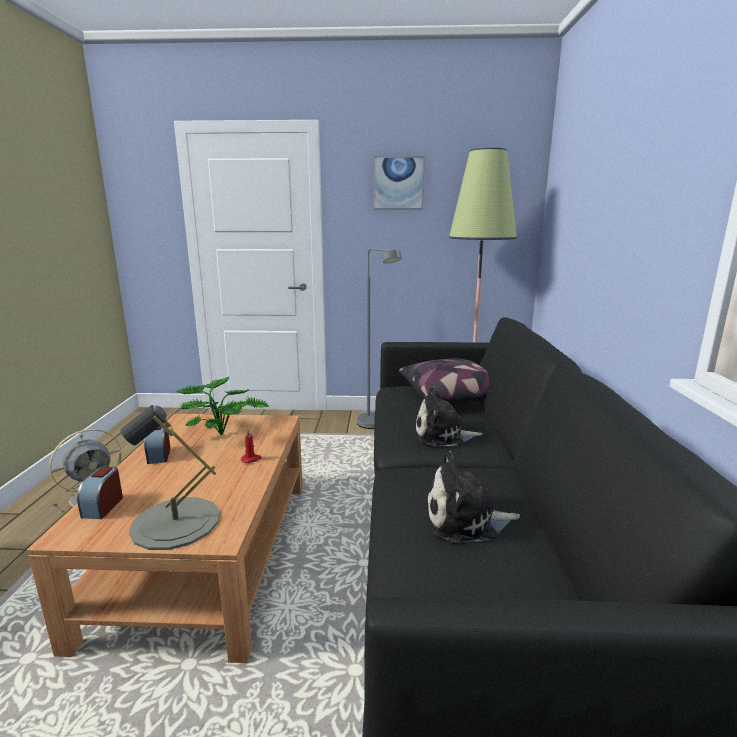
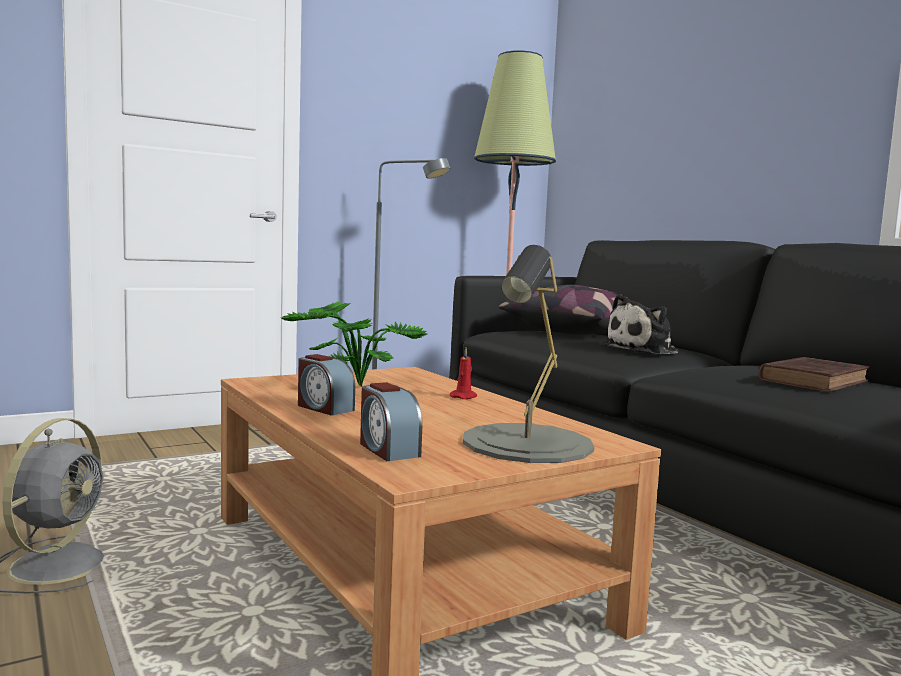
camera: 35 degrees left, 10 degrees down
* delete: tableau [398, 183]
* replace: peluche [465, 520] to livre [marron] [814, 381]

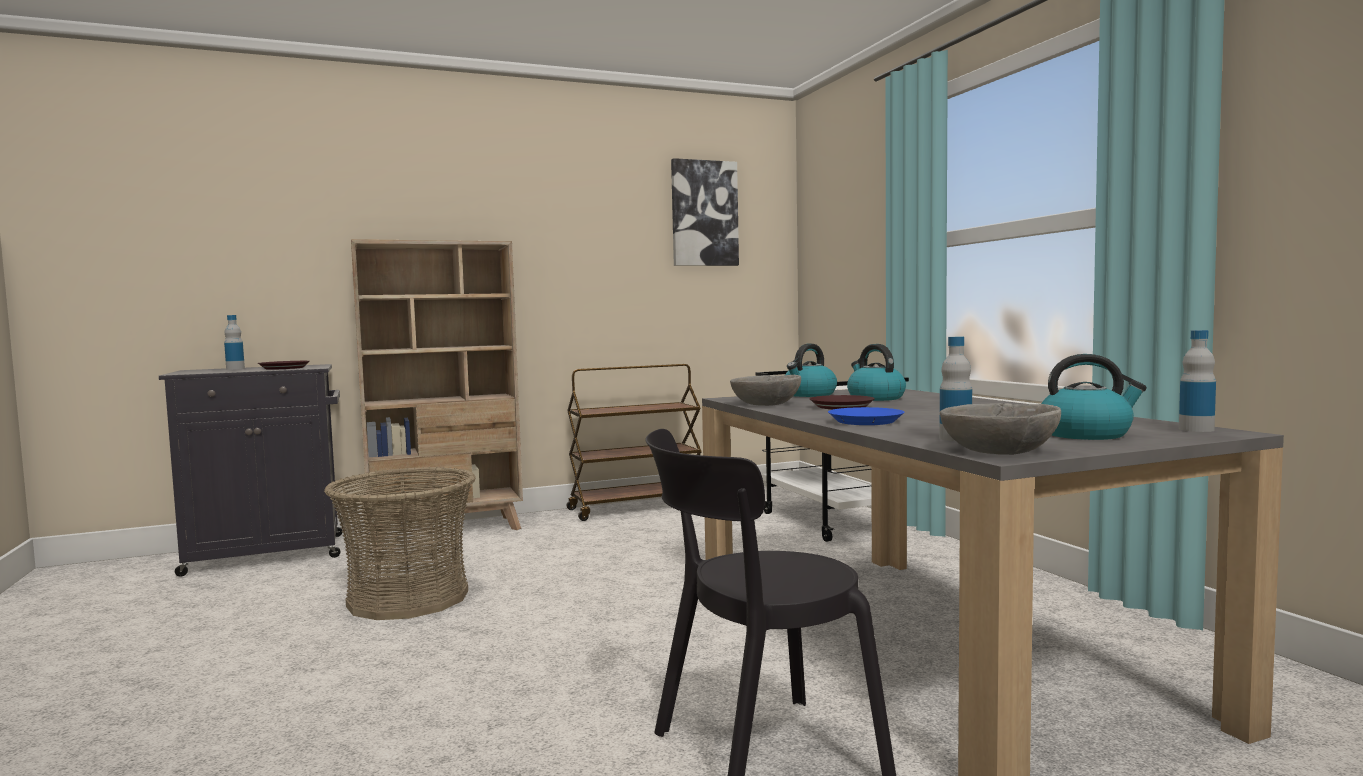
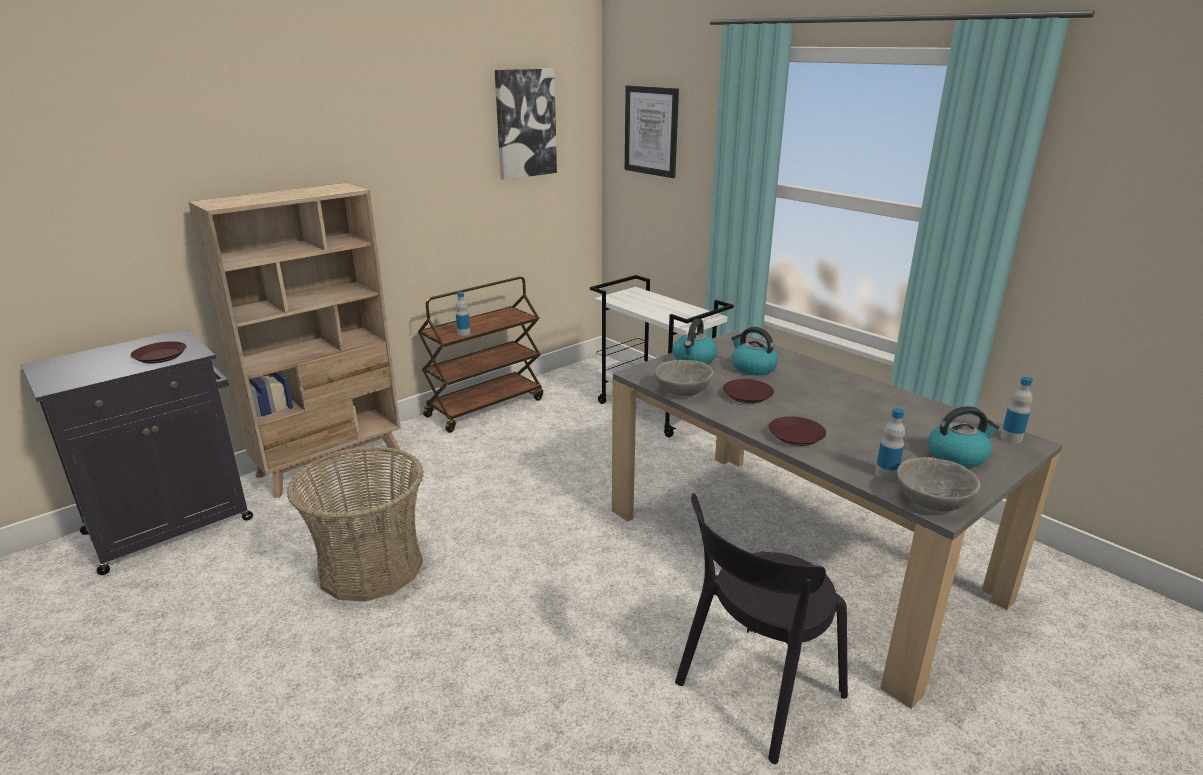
camera: 20 degrees left, 20 degrees up
* insert: tableau [651, 131]
* move: bouteille [235, 369] to [463, 333]
* recolor: assiette [bleu] [865, 421] to assiette [marron] [795, 436]

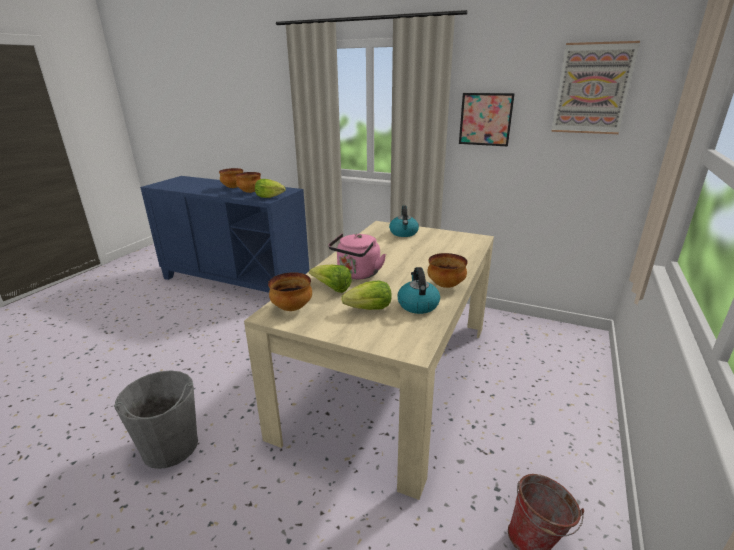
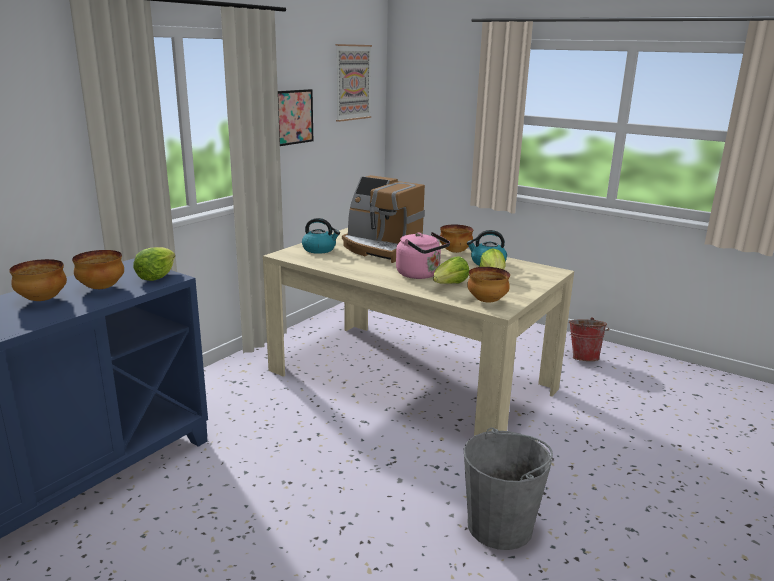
camera: 80 degrees left, 5 degrees down
* insert: machine à café [381, 248]

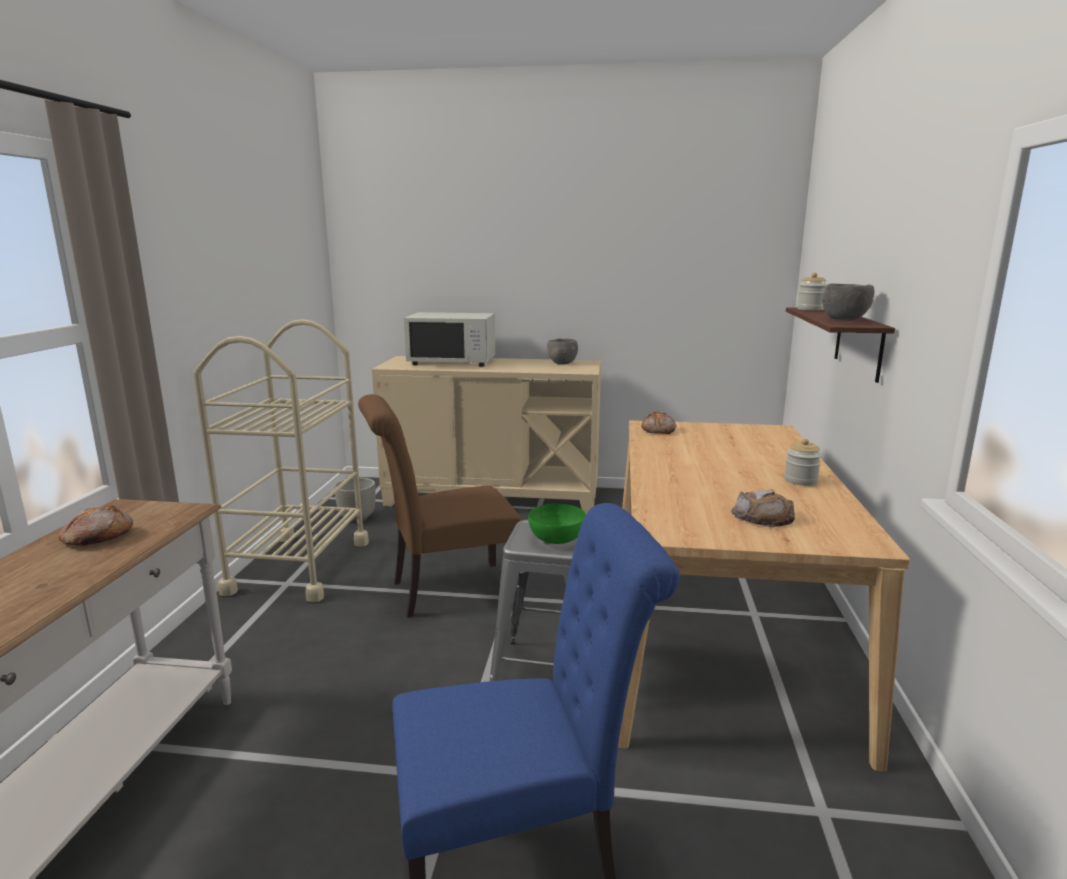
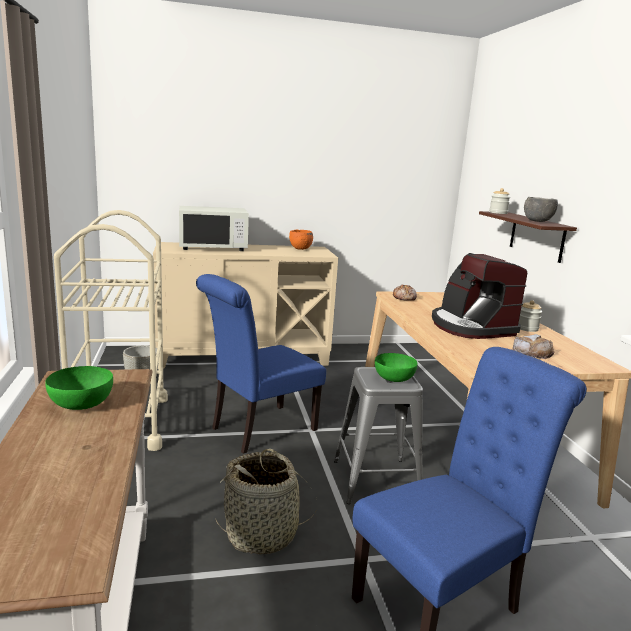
camera: 20 degrees left, 0 degrees up
* insert: panier [262, 534]
* insert: machine à café [471, 327]
* replace: pain [97, 537] to bol [vert] [80, 403]
* recolor: chaise [marron] [445, 591] to chaise [bleu] [258, 430]
* recolor: bol [gris] [561, 363] to bol [orange] [300, 249]

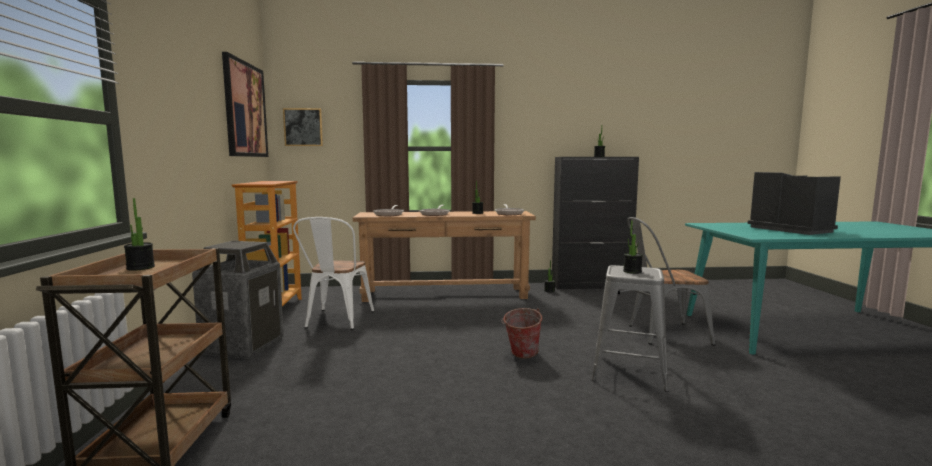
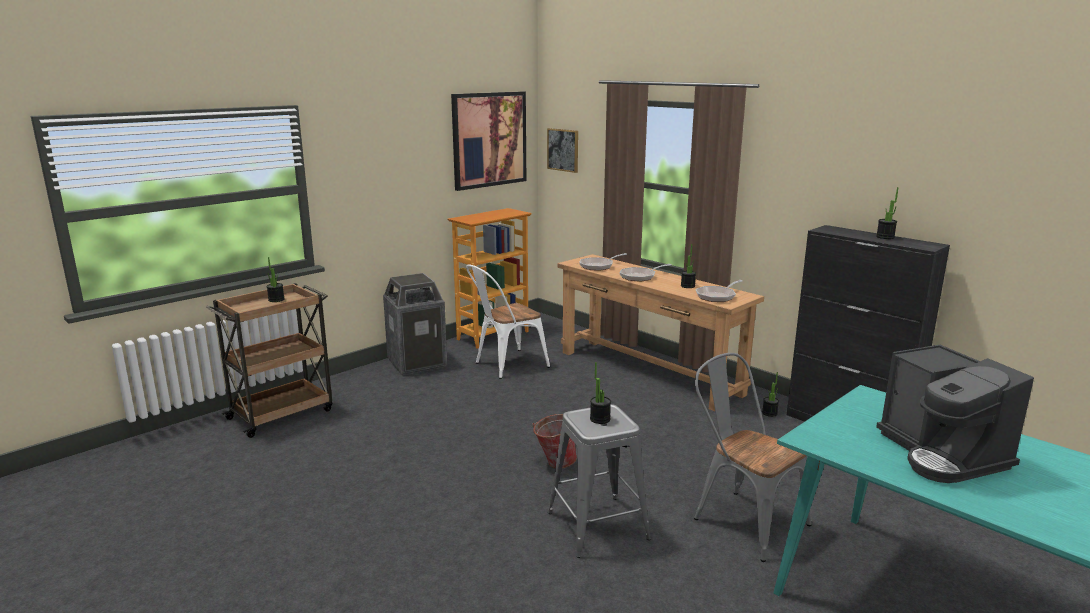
camera: 50 degrees right, 10 degrees up
* rotate: machine à café [789, 230] = [942, 454] 135 degrees clockwise

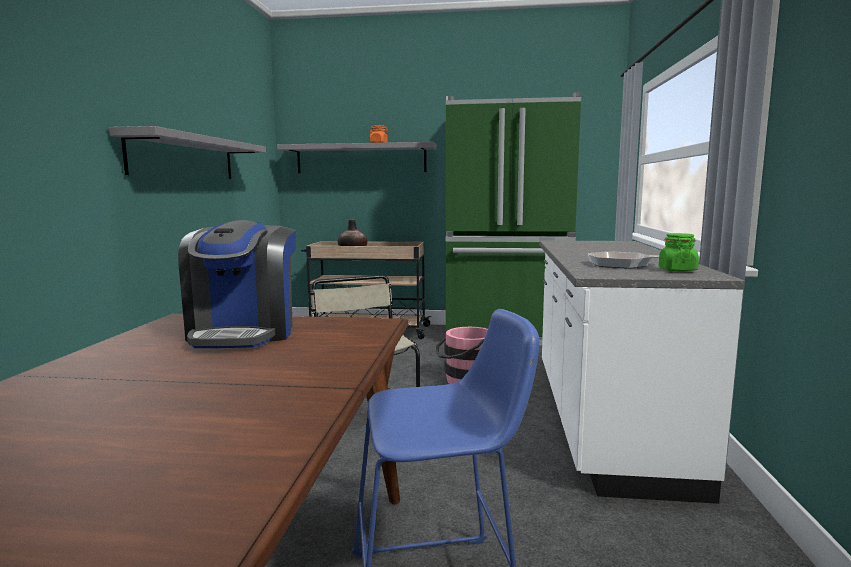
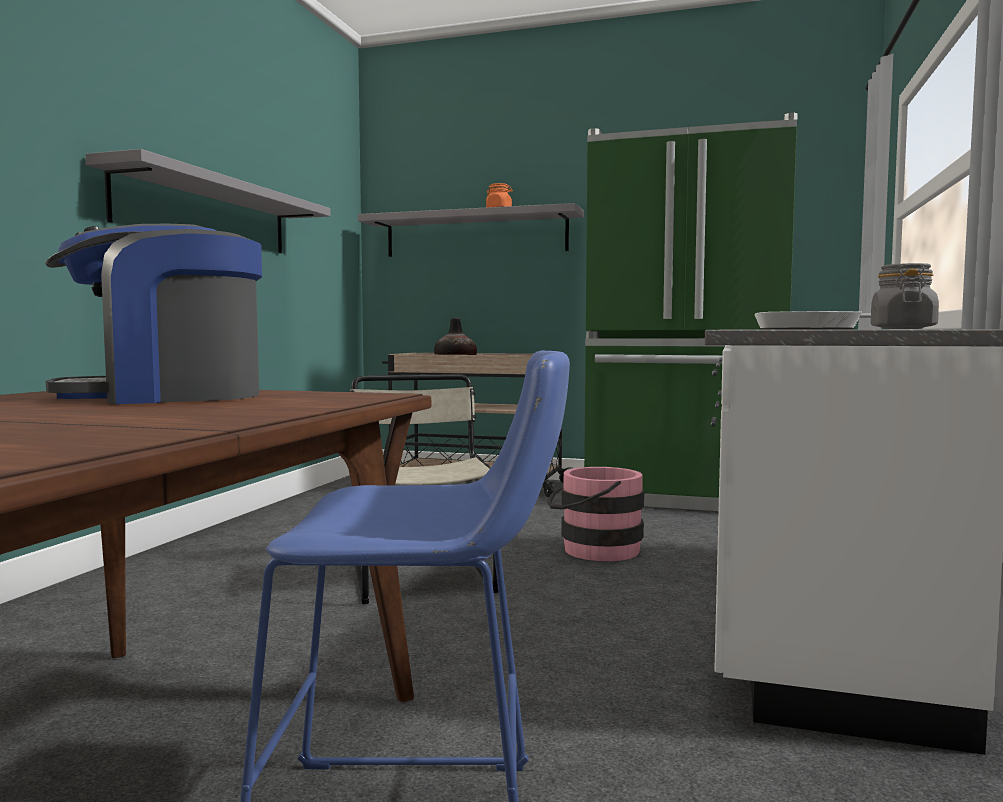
camera: 10 degrees right, 5 degrees down
* recolor: bocal [vert] [677, 270] to bocal [gris] [902, 328]
* rotate: machine à café [244, 333] = [166, 396] 60 degrees clockwise

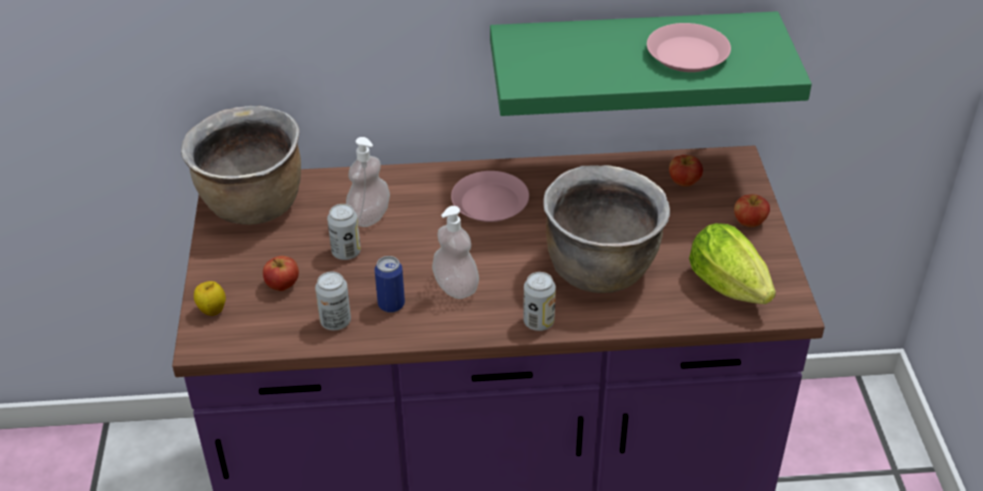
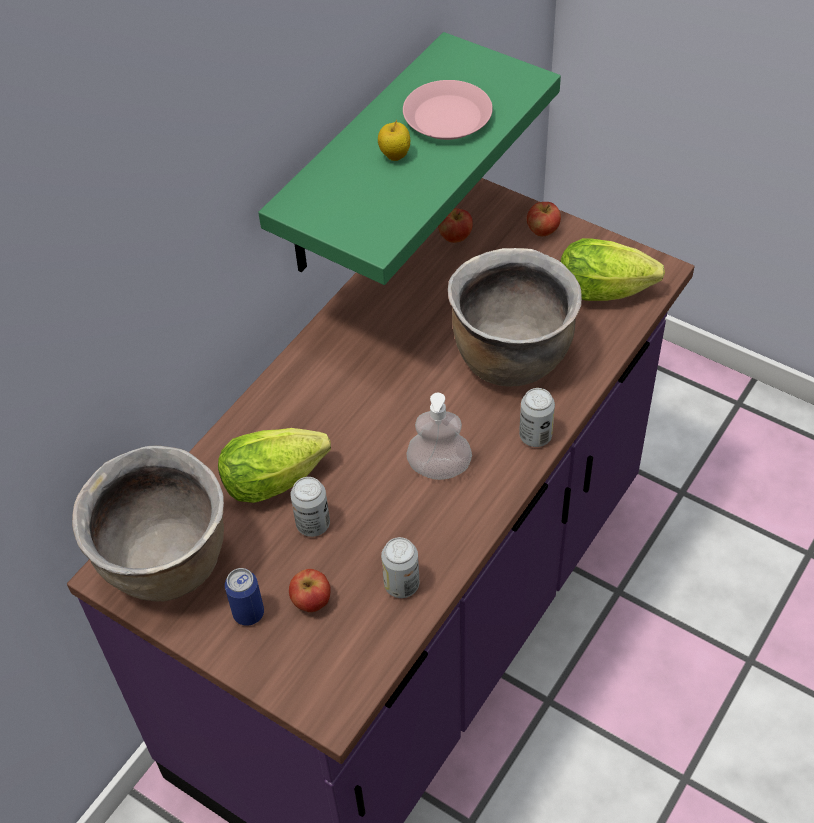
camera: 50 degrees left, 10 degrees up
* delete: assiette [rose] [490, 202]
* move: pomme [213, 311] to [395, 156]
* move: boîte métallique [391, 304] to [248, 613]
* replace: distributeur de savon [369, 217] to laitue [279, 478]

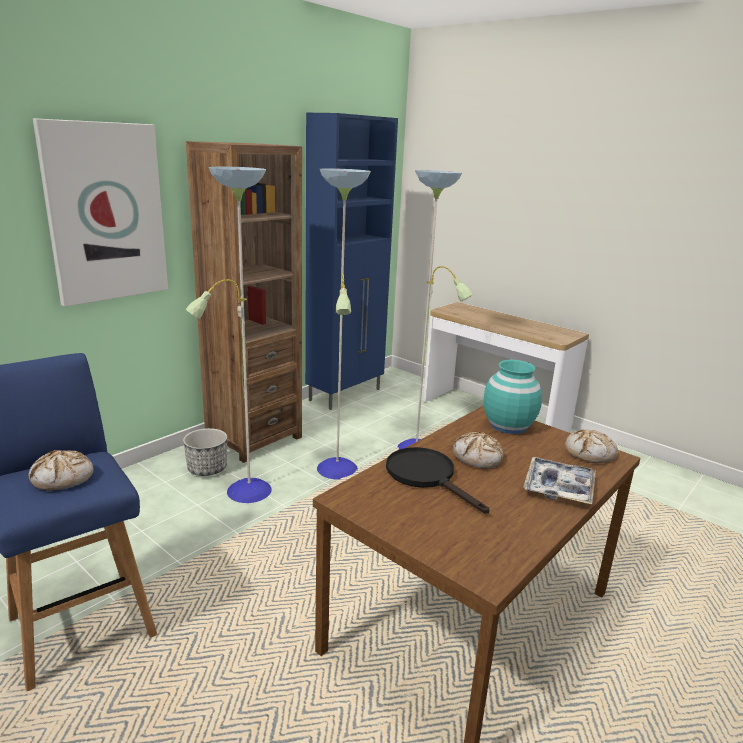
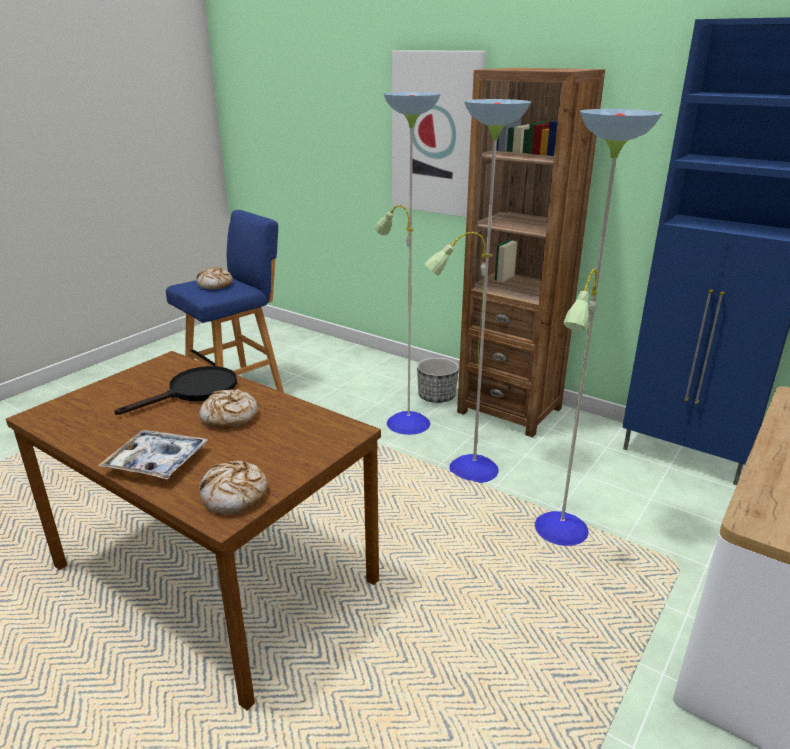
camera: 85 degrees right, 5 degrees up
* delete: vase [turquoise] [508, 425]

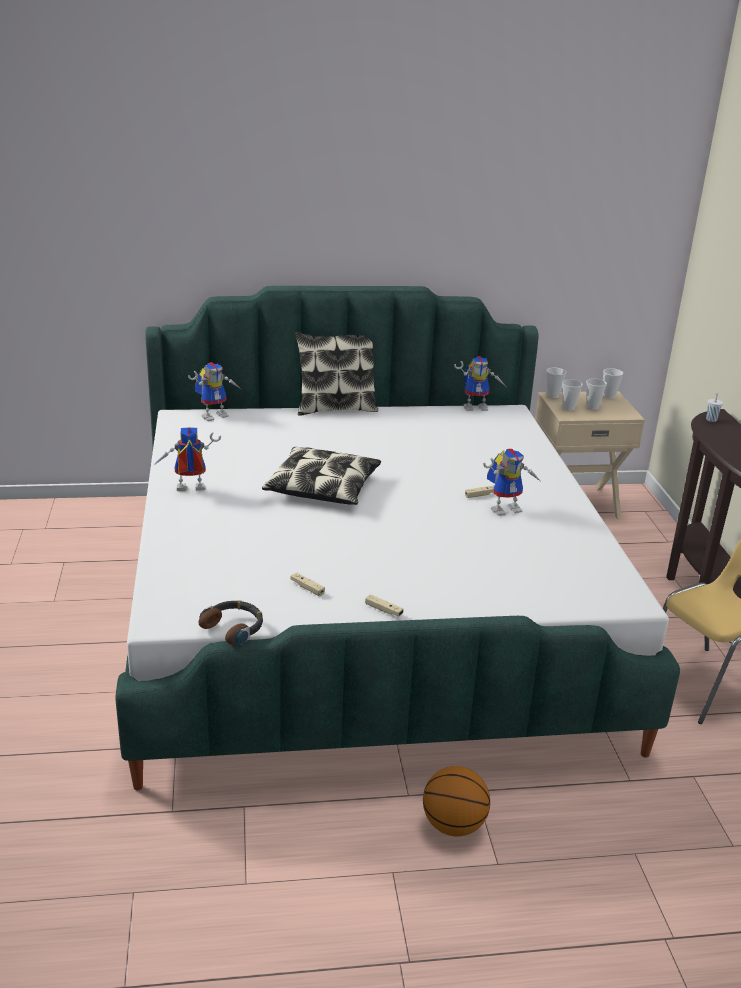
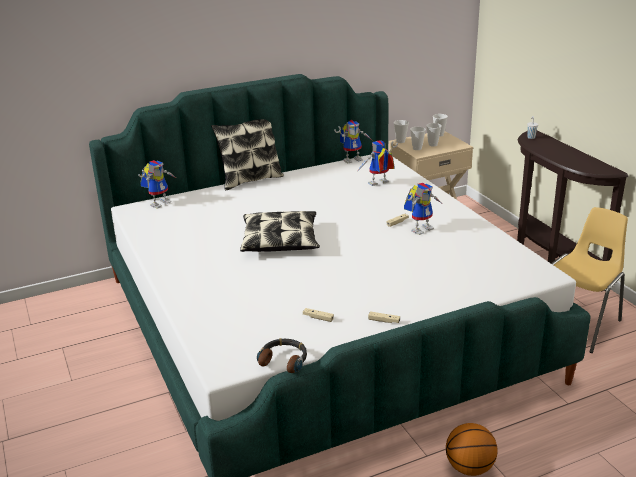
camera: 15 degrees left, 0 degrees up
* move: robot jouet [188, 490] to [378, 184]

